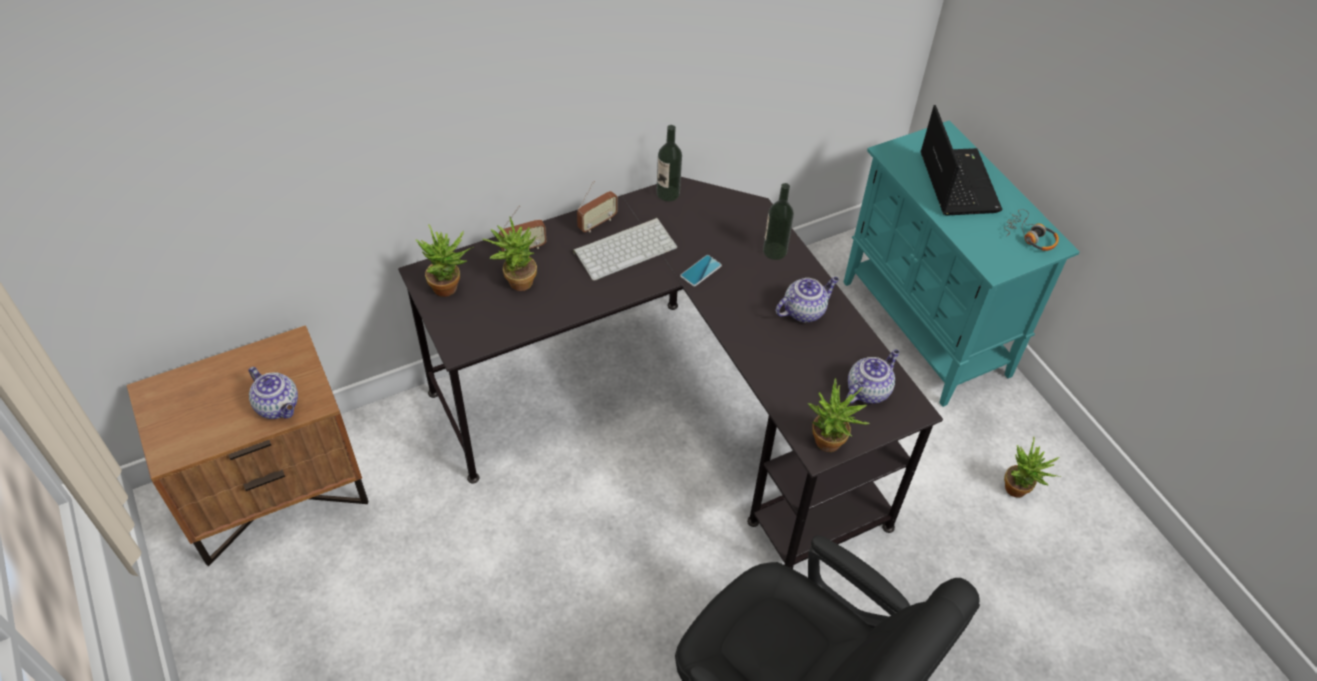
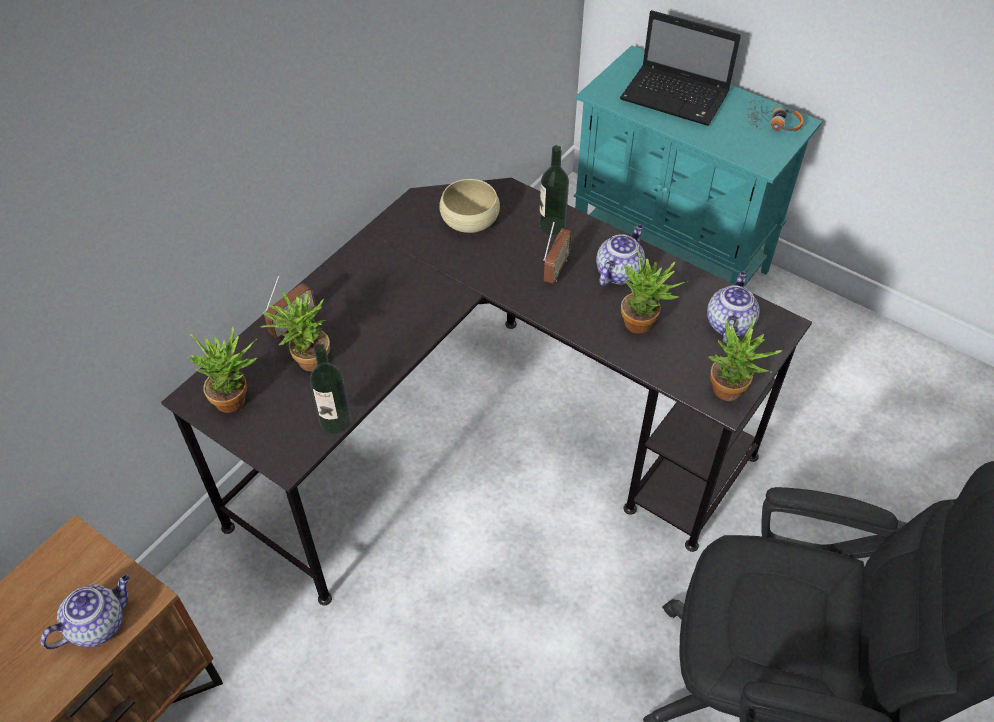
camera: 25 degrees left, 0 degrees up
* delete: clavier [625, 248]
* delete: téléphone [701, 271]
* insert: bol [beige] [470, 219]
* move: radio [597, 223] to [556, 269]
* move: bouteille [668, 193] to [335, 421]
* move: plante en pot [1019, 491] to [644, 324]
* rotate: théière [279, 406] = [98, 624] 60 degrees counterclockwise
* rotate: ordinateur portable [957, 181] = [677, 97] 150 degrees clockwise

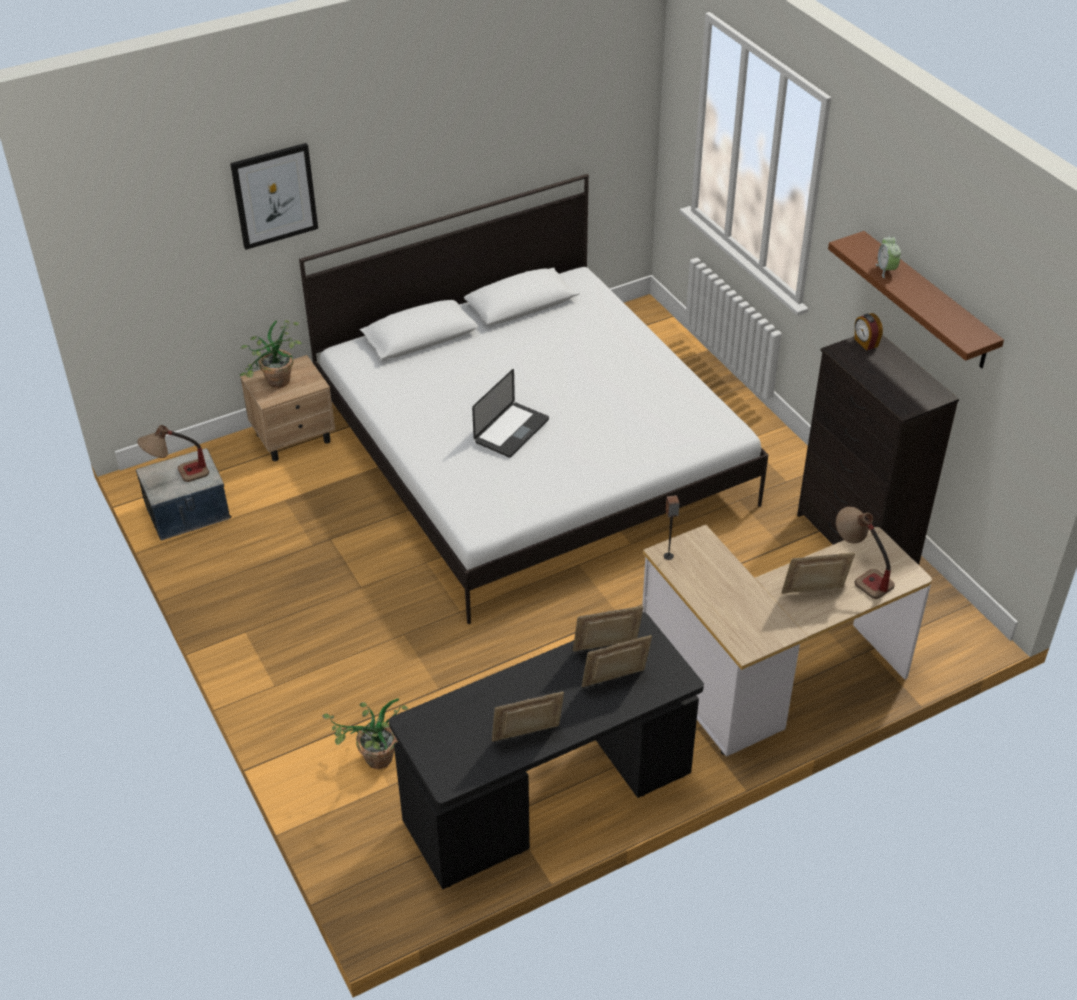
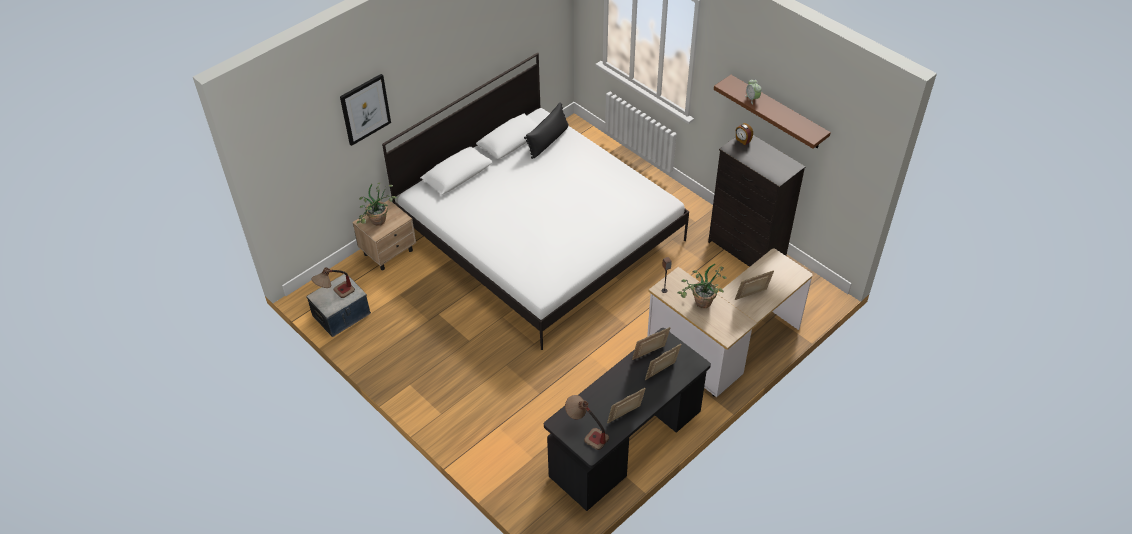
camera: 15 degrees left, 5 degrees up
* delete: ordinateur portable [511, 431]
* insert: coussin [noir] [548, 140]
* move: plante en pot [372, 762] to [700, 305]
* move: lampe de table [859, 574] to [586, 433]

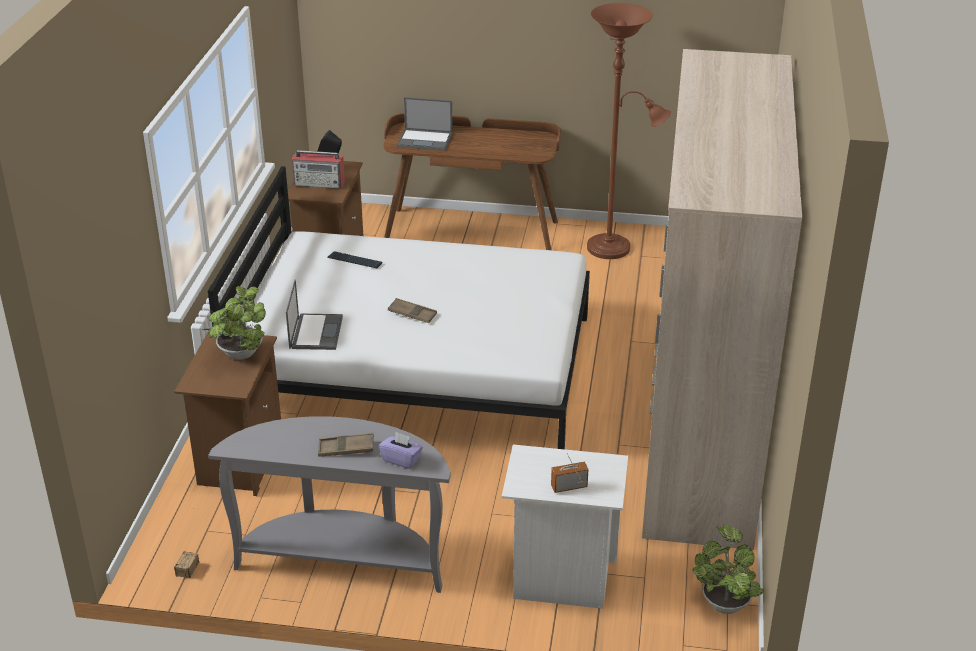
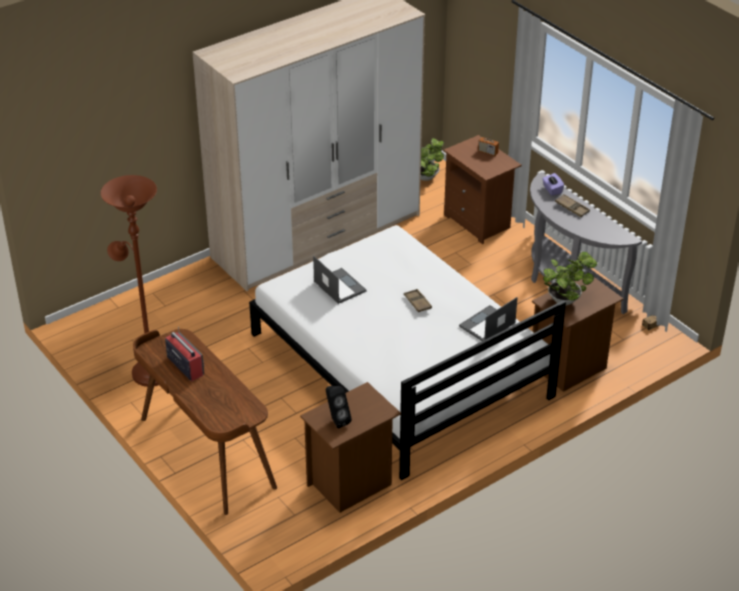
camera: 135 degrees left, 5 degrees up
* delete: clavier [354, 261]
* move: radio [320, 183] to [185, 366]
* move: ordinateur portable [425, 140] to [339, 286]
* recolor: table de chevet [blanc] [560, 579] to table de chevet [marron] [479, 222]

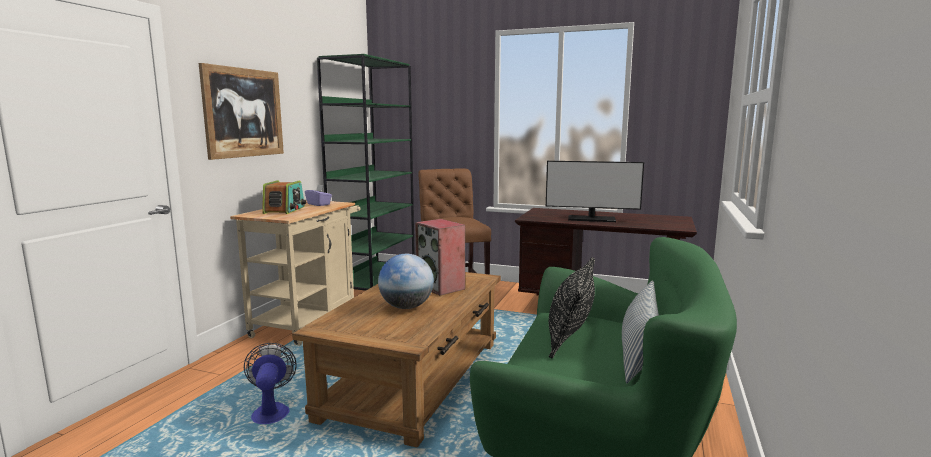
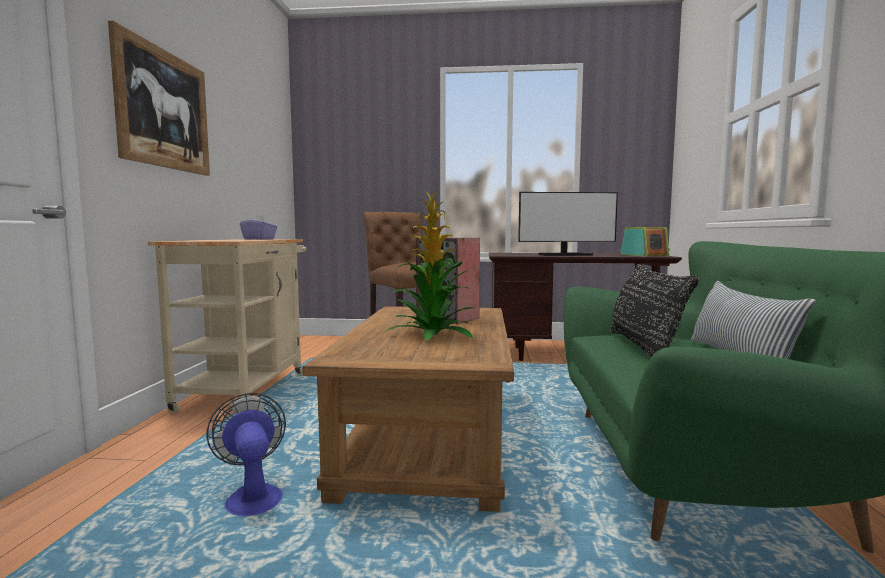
camera: 15 degrees left, 5 degrees down
* delete: bibliothèque [vert] [374, 282]
* move: radio [285, 210] to [644, 255]
* replace: globe [406, 307] to plante en pot [431, 334]

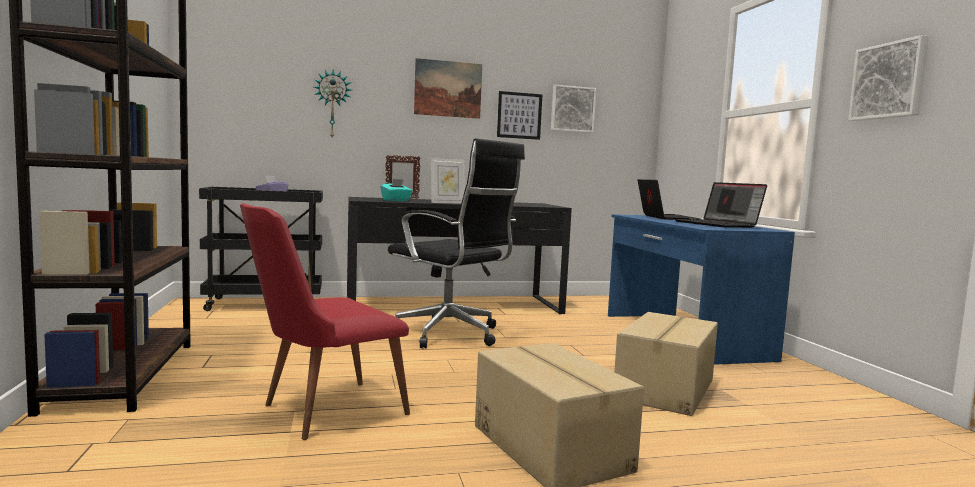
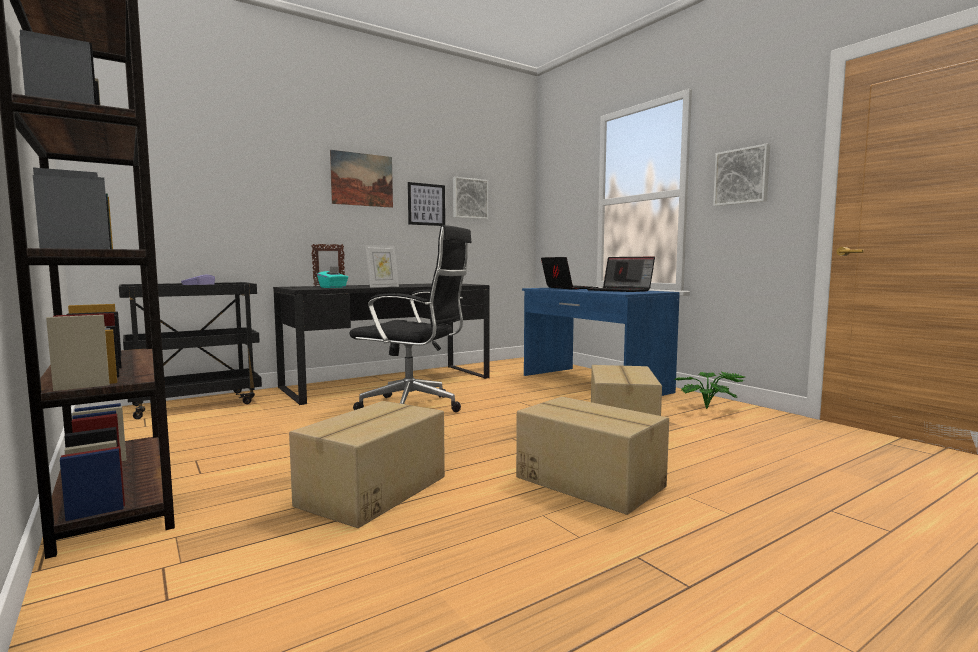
camera: 20 degrees left, 0 degrees up
* delete: horloge murale [332, 104]
* insert: plante en pot [709, 409]
* replace: chaise [rouge] [321, 411] to carton [371, 491]

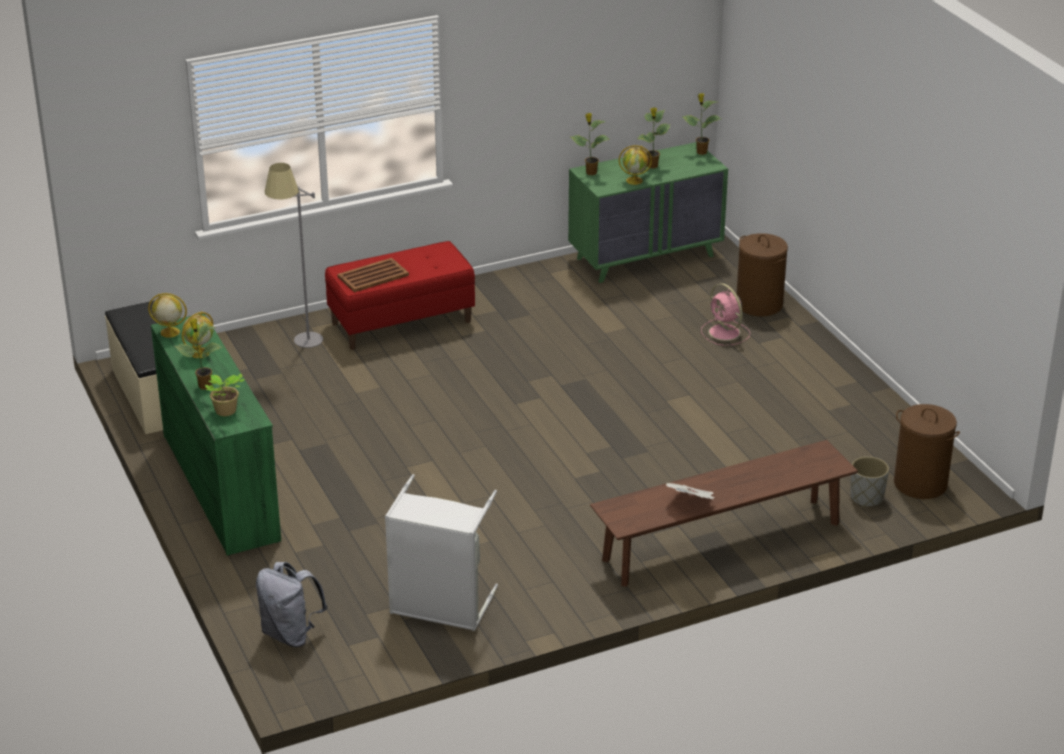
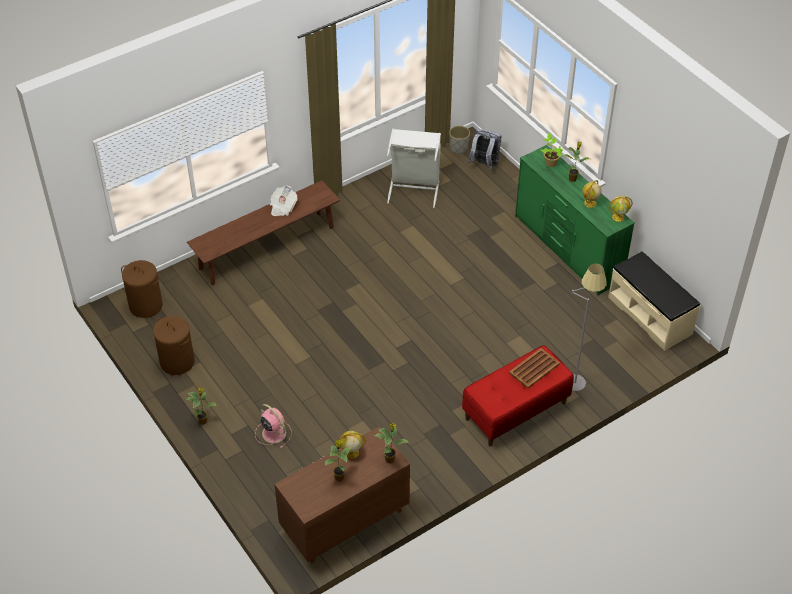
camera: 170 degrees right, 15 degrees up
* move: plante en pot [701, 152] to [203, 421]
* move: panier à linge [marron] [759, 304] to [177, 362]
* move: cache-pot [gris] [866, 498] to [459, 148]
* recolor: commode [vert] [646, 257] to commode [marron] [344, 522]

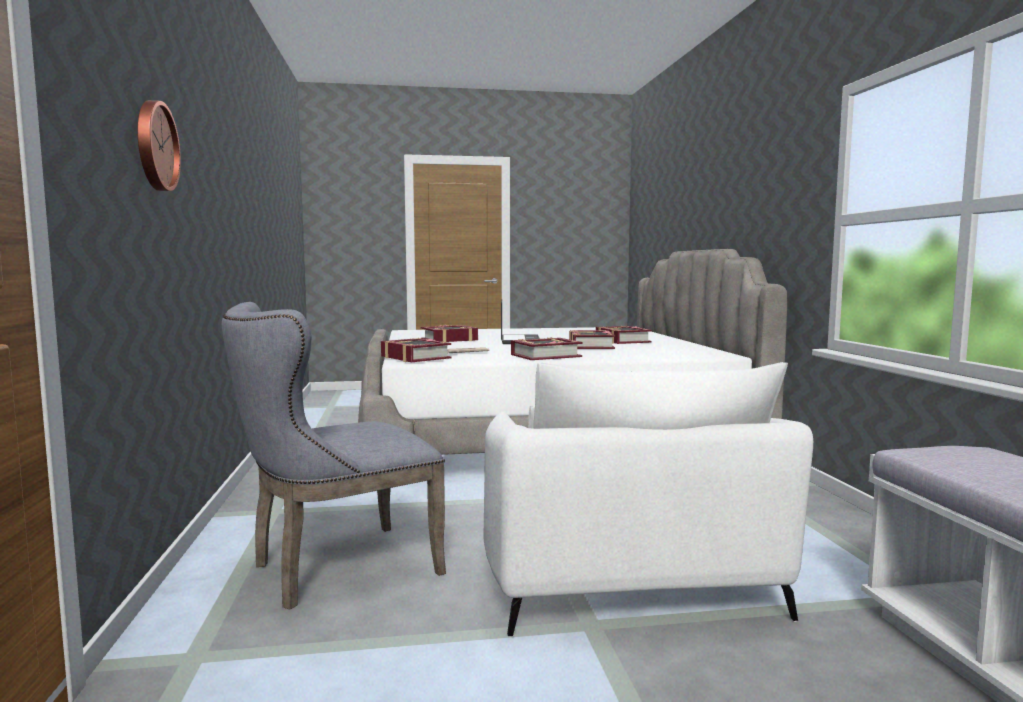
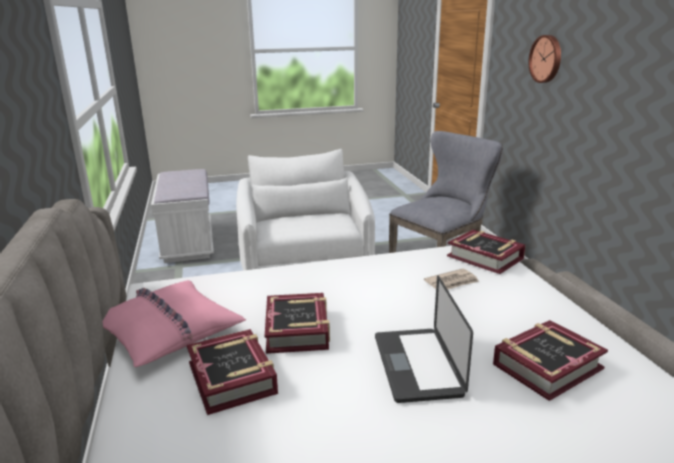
camera: 175 degrees right, 15 degrees up
* delete: livre [545, 356]
* insert: coussin [rose] [168, 332]

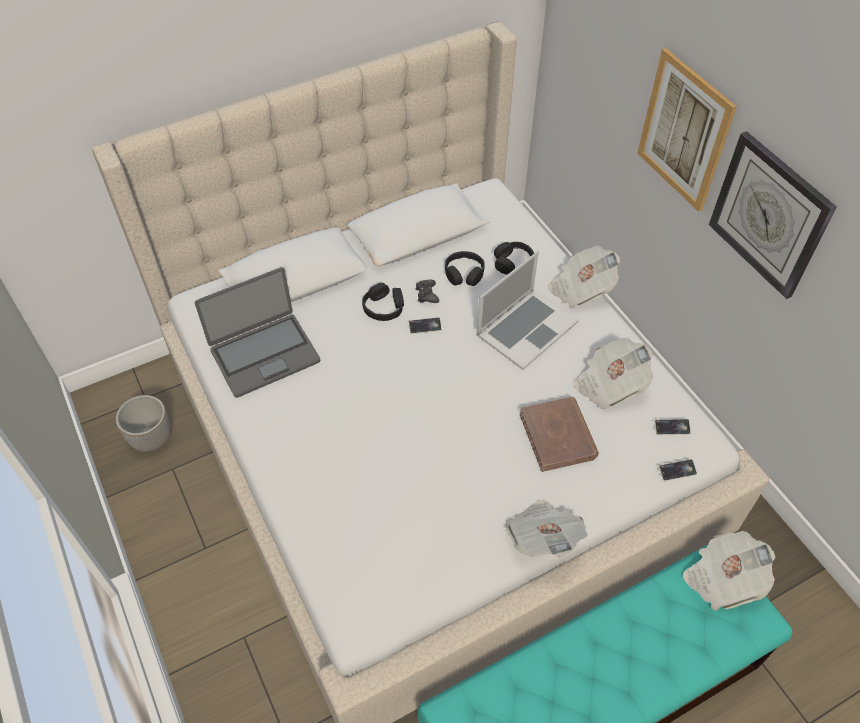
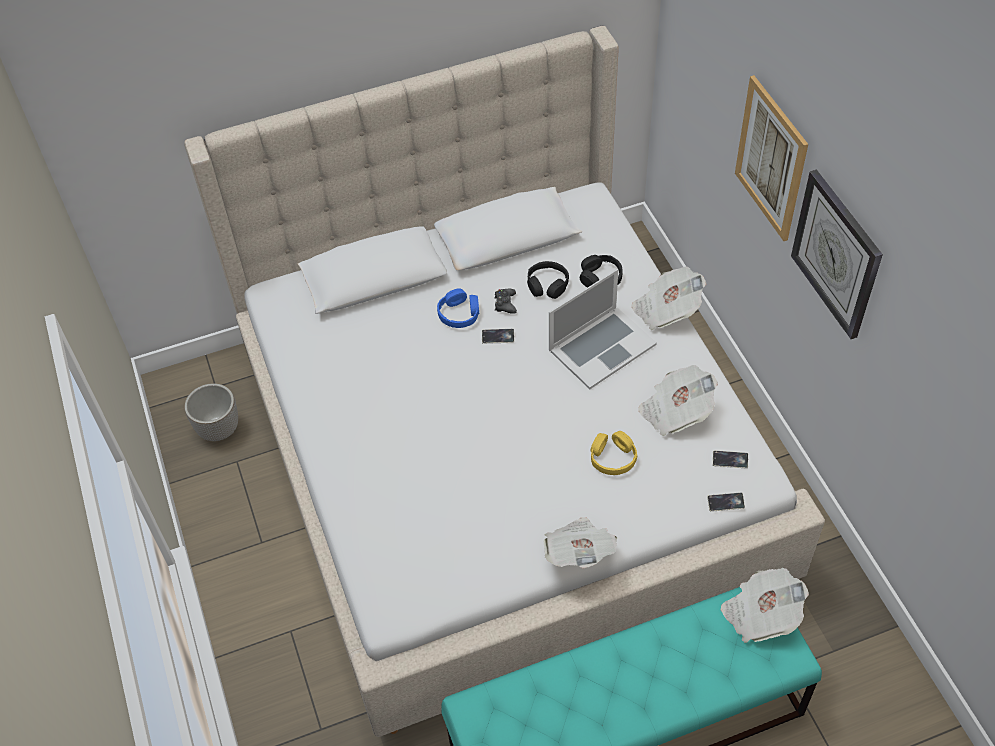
camera: 10 degrees right, 0 degrees up
* delete: ordinateur portable [264, 354]
* replace: livre [marron] [558, 436] to casque audio [jaune] [612, 458]
* recolor: casque audio [noir] [384, 307] to casque audio [bleu] [459, 314]

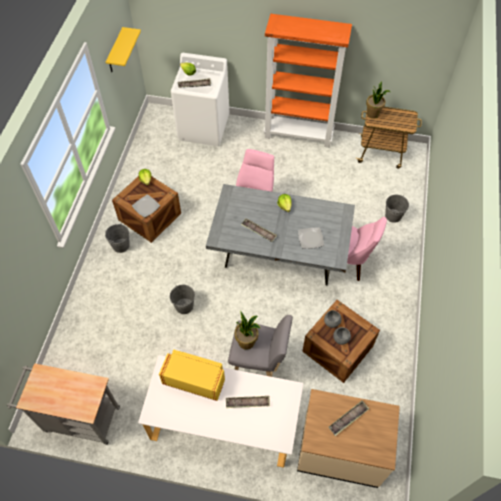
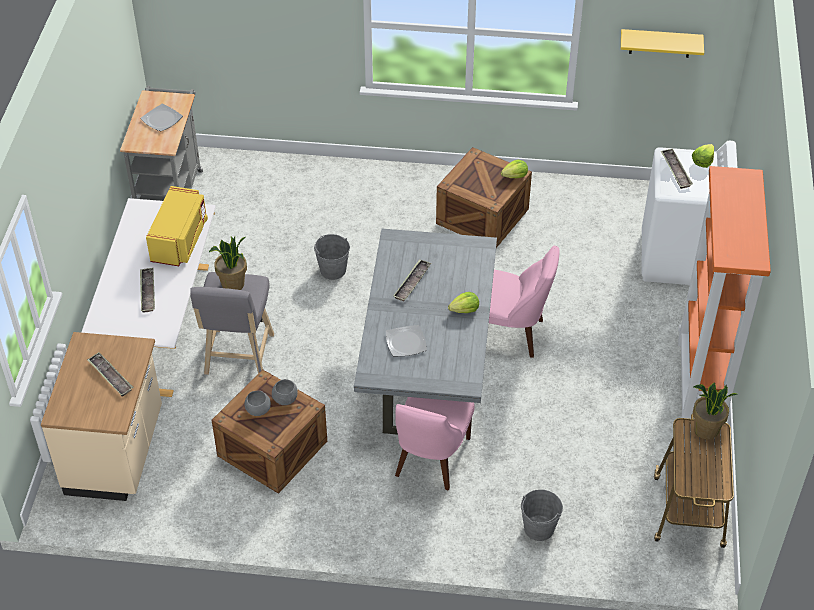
camera: 85 degrees right, 10 degrees down
* delete: seau [gris] [121, 245]
* move: assiette [146, 206] to [162, 119]

